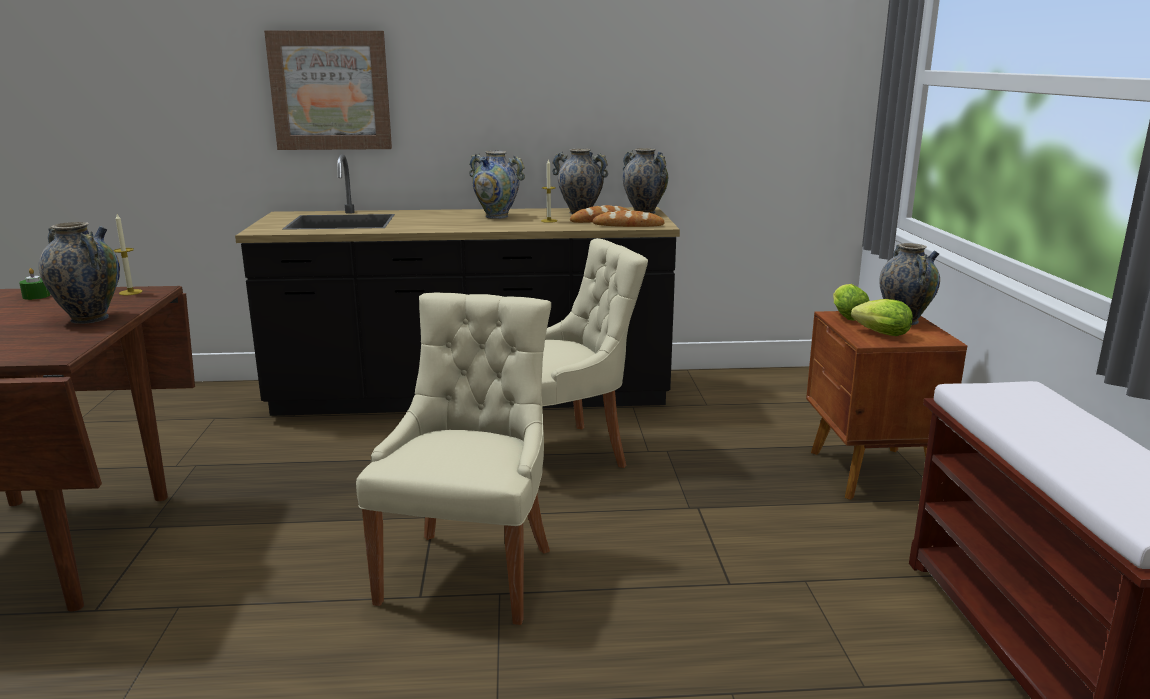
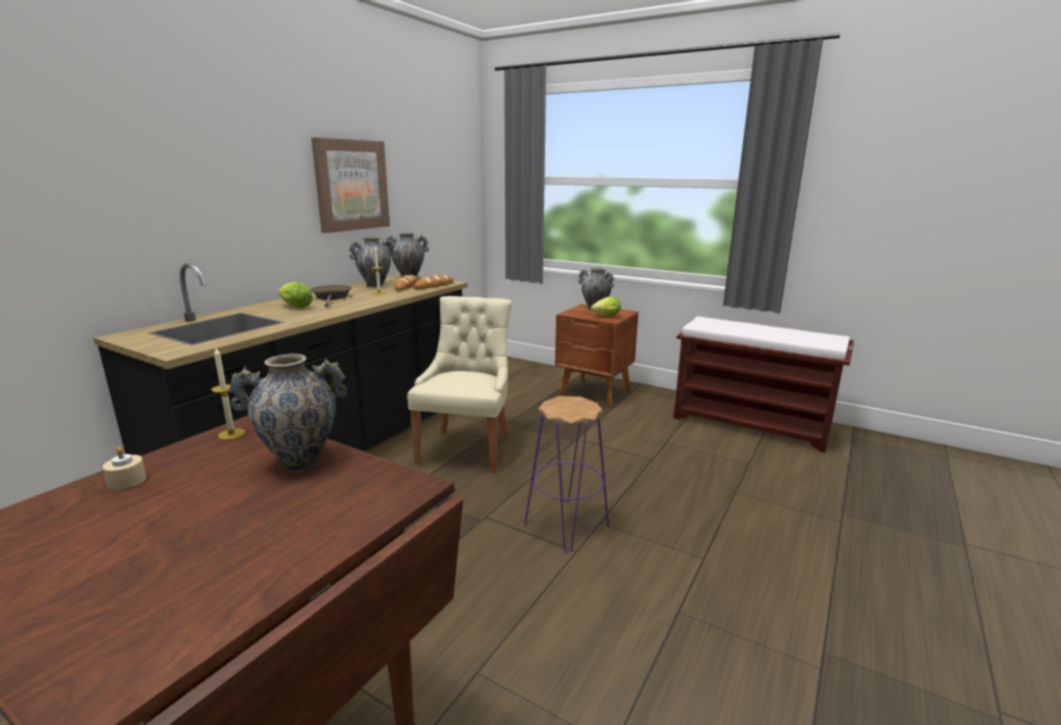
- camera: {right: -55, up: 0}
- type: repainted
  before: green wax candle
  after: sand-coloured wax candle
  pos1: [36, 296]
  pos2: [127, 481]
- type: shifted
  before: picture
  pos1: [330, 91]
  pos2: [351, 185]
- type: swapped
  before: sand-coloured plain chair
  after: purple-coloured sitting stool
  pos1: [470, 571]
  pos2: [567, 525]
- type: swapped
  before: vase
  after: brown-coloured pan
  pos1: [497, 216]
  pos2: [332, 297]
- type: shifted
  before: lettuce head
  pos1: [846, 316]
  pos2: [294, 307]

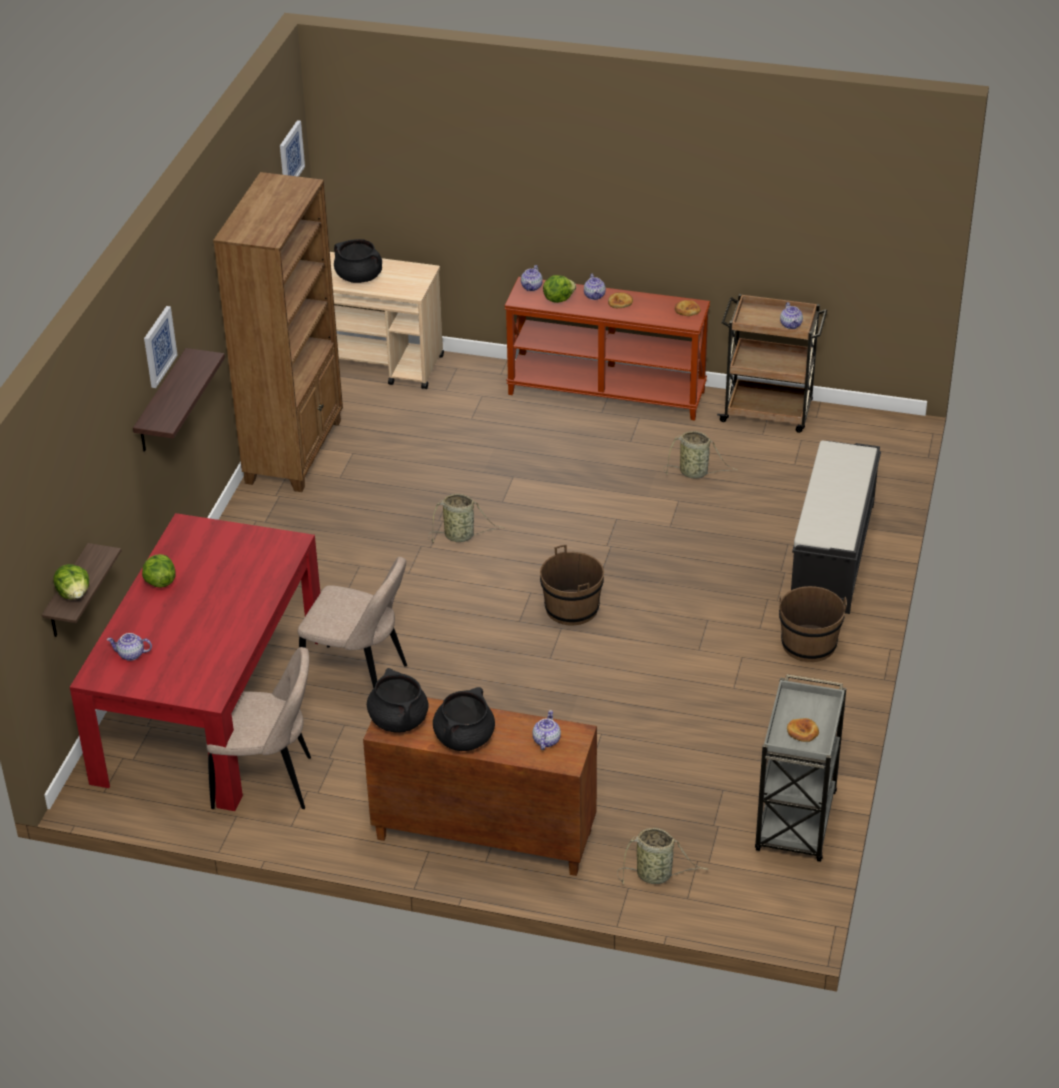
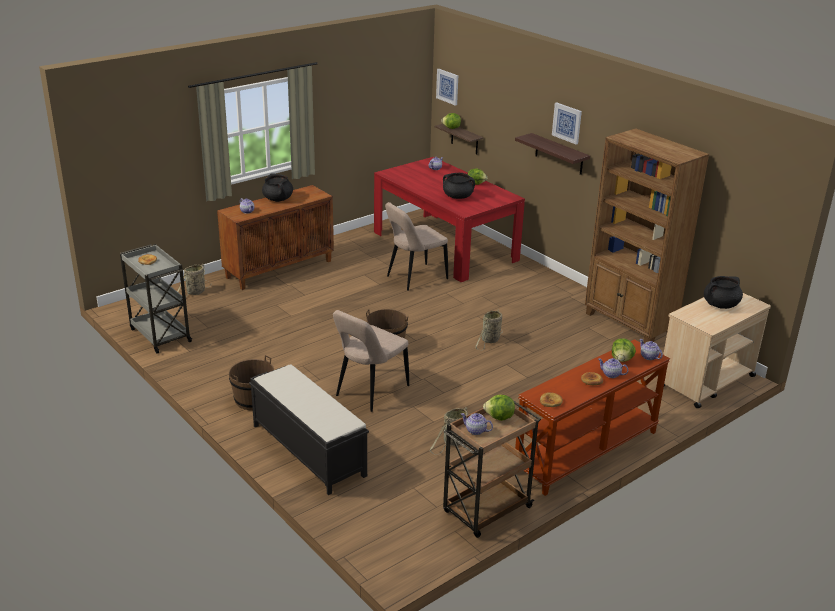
- camera: {right: 125, up: -10}
- type: shifted
  before: sand-coloured plain chair
  pos1: [267, 783]
  pos2: [370, 392]
- type: shifted
  before: picture
  pos1: [290, 156]
  pos2: [447, 86]
- type: shifted
  before: black cooking pot
  pos1: [398, 720]
  pos2: [458, 197]
- type: new
  after: lettuce head
  pos2: [499, 417]

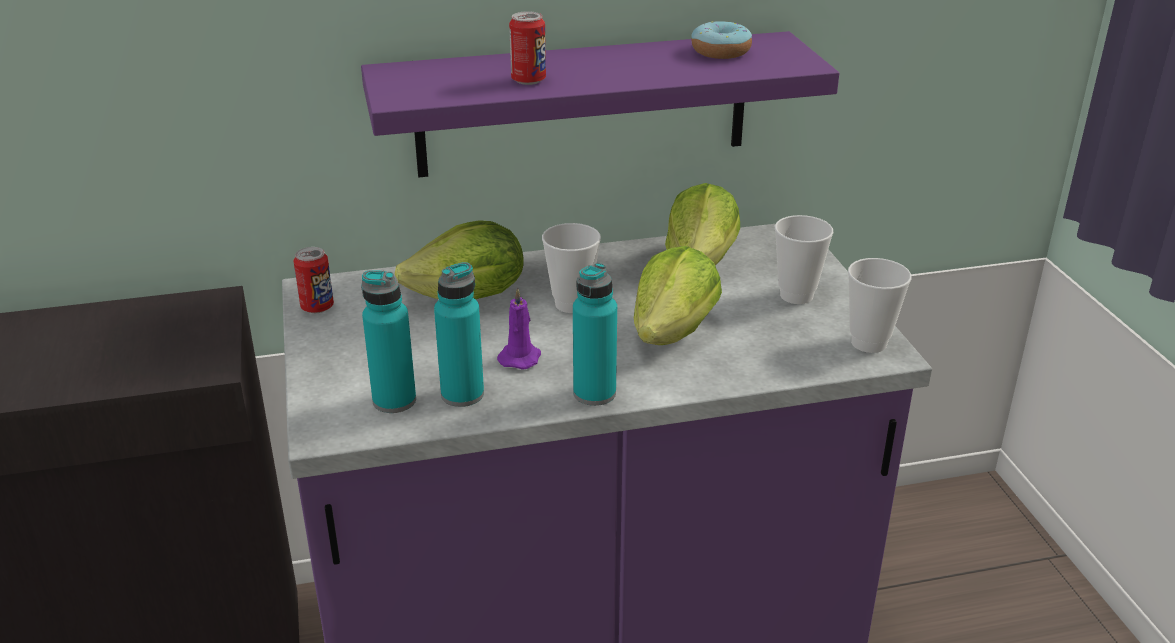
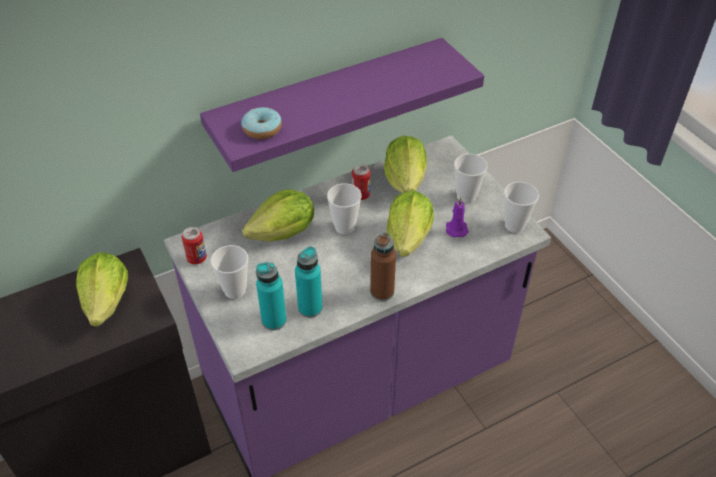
- camera: {right: -15, up: 15}
- type: shifted
  before: purple-coloured wax candle
  pos1: [520, 357]
  pos2: [456, 228]
- type: shifted
  before: can
  pos1: [528, 80]
  pos2: [360, 195]
- type: repainted
  before: blue-green drink bottle
  after: brown-coloured drink bottle
  pos1: [594, 393]
  pos2: [382, 292]
- type: shifted
  before: donut
  pos1: [720, 52]
  pos2: [262, 129]
- type: new
  after: lettuce head
  pos2: [107, 302]
- type: new
  after: cup
  pos2: [235, 290]

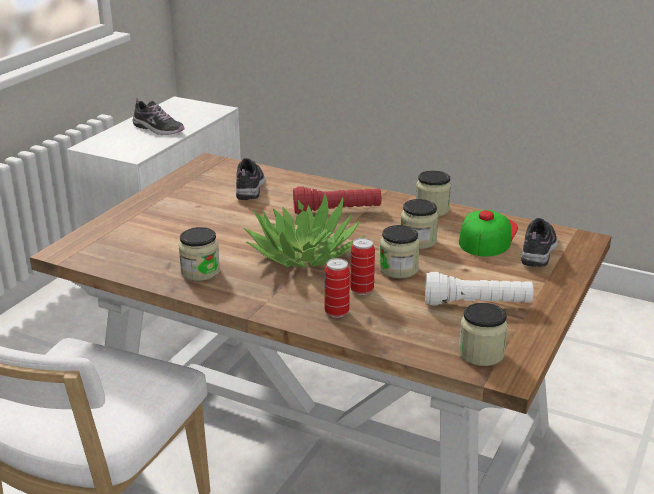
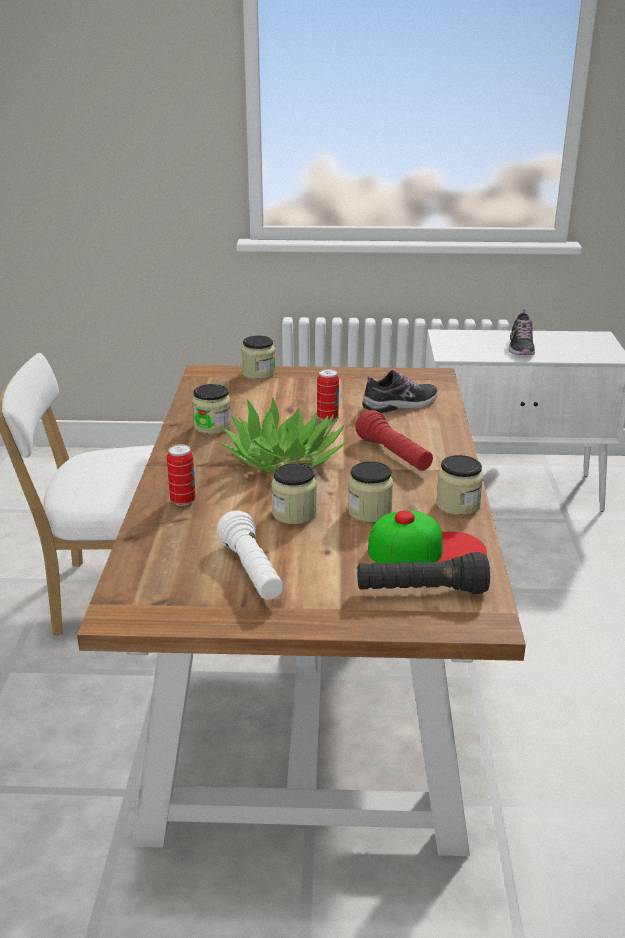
- camera: {right: 65, up: 0}
- type: shifted
  before: can
  pos1: [362, 290]
  pos2: [327, 418]
- type: shifted
  before: jar
  pos1: [481, 353]
  pos2: [258, 373]
- type: swapped
  before: item of footwear
  after: black hand torch
  pos1: [538, 250]
  pos2: [421, 591]

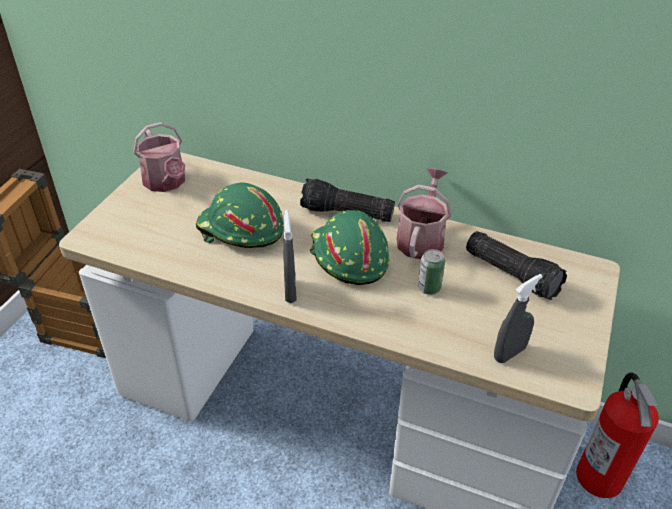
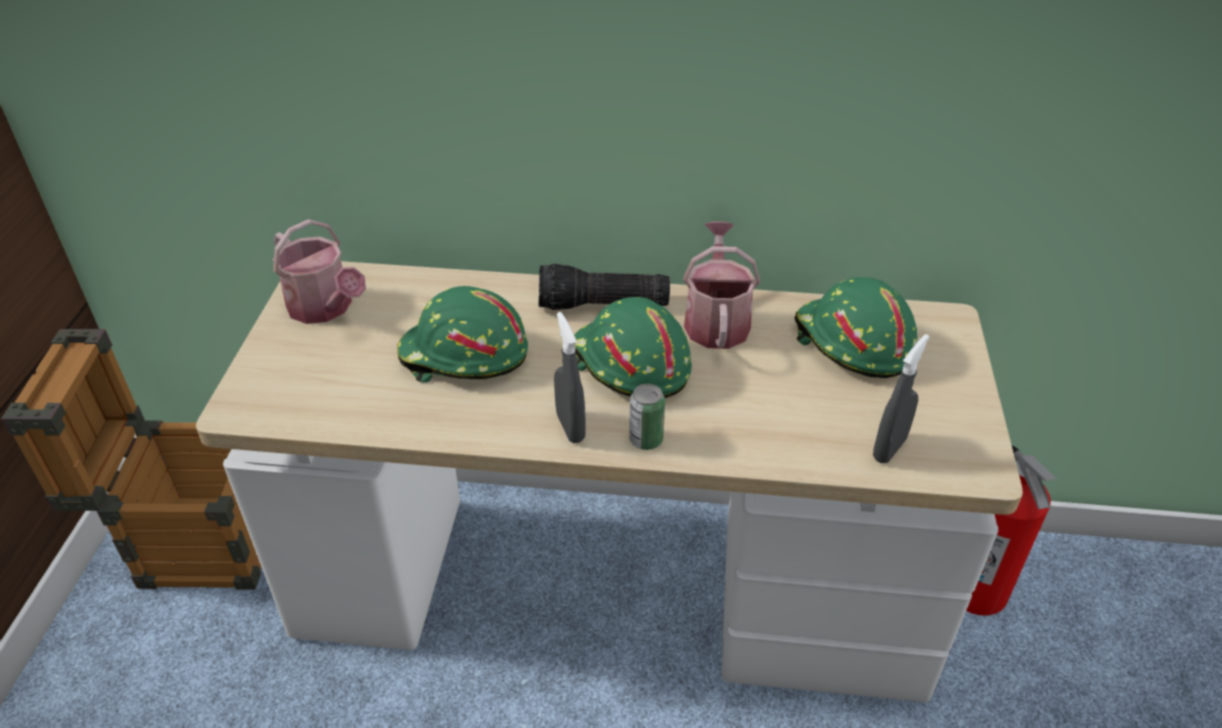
- camera: {right: -15, up: 0}
- type: shifted
  before: can
  pos1: [429, 288]
  pos2: [646, 440]
- type: swapped
  before: hand torch
  after: green safety helmet
  pos1: [513, 273]
  pos2: [851, 344]

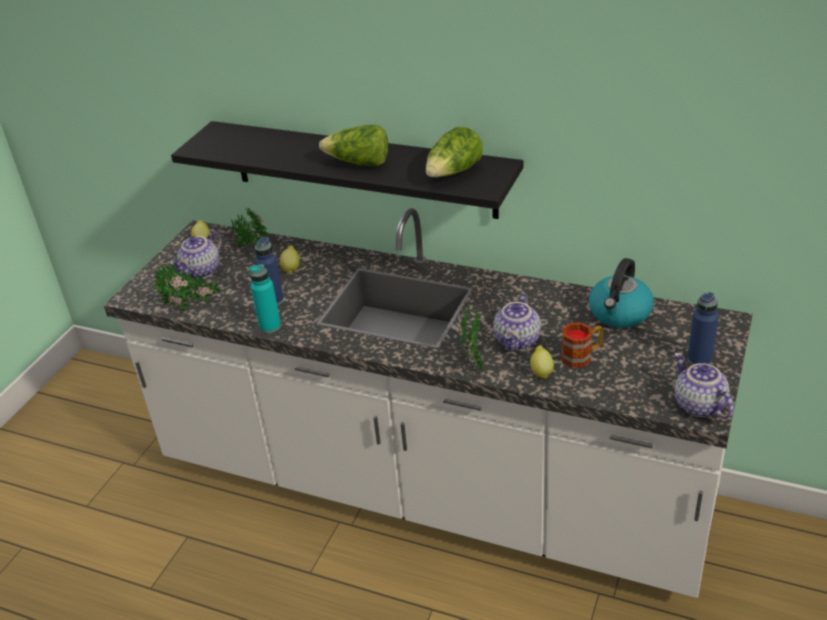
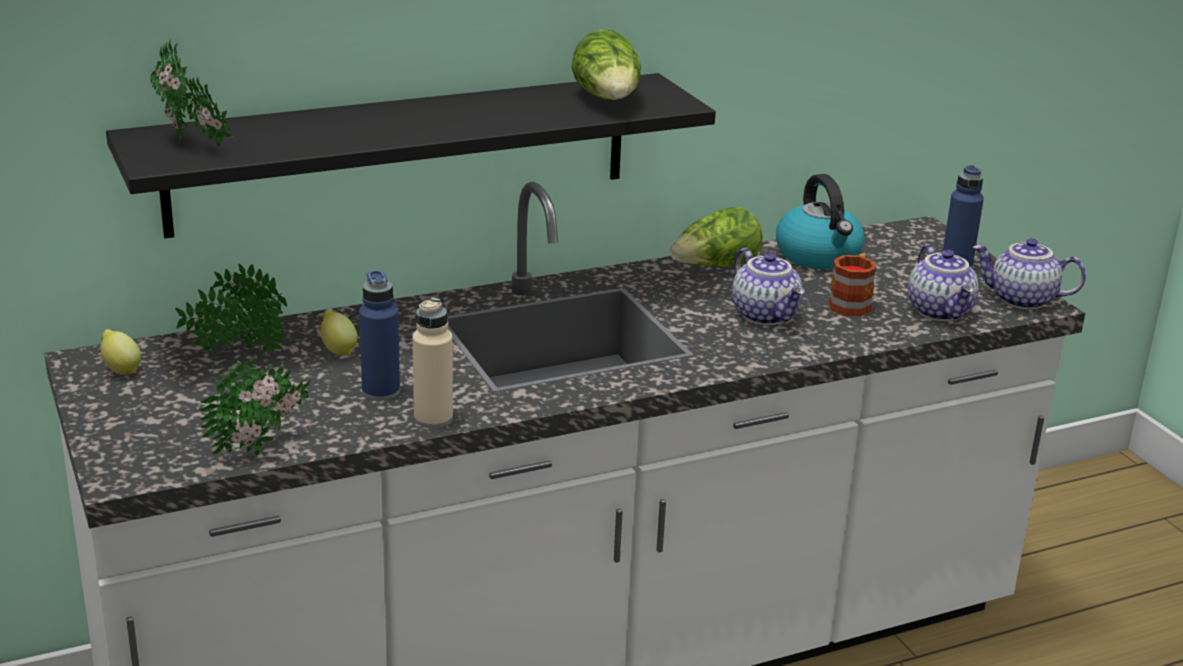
- camera: {right: -50, up: -10}
- type: shifted
  before: pot for tea
  pos1: [202, 271]
  pos2: [941, 312]
- type: repainted
  before: blue-green drink bottle
  after: sand-coloured drink bottle
  pos1: [270, 326]
  pos2: [433, 419]
- type: shifted
  before: lettuce head
  pos1: [359, 163]
  pos2: [715, 267]
- type: shifted
  before: houseplant
  pos1: [472, 362]
  pos2: [193, 145]
- type: gone
  before: whole lemon
  pos1: [541, 372]

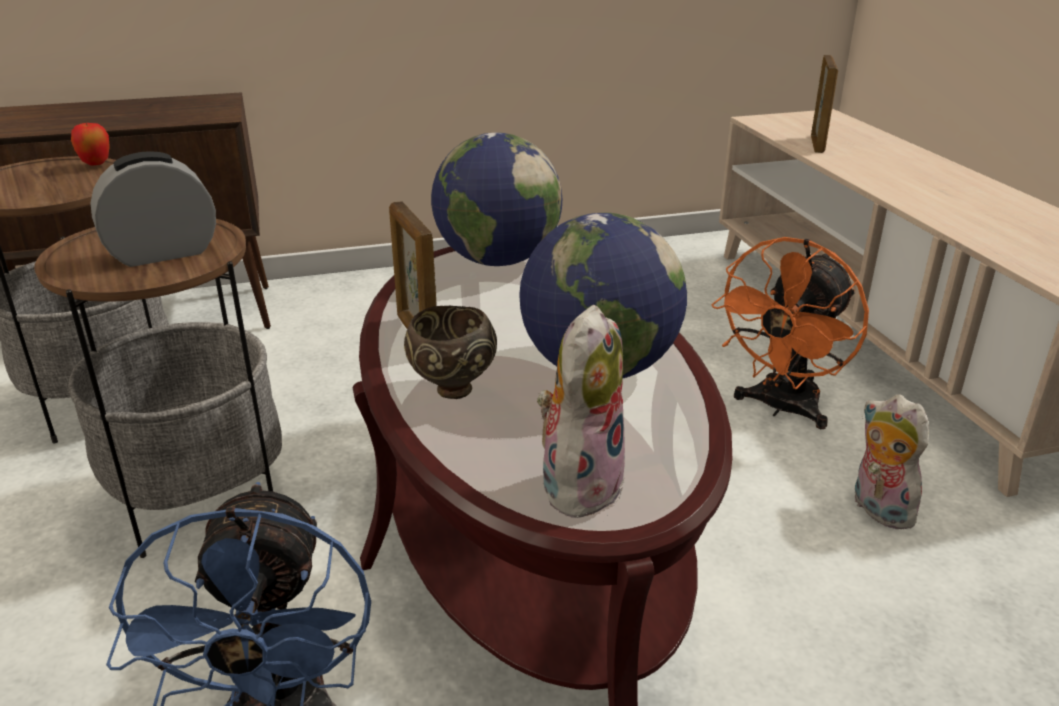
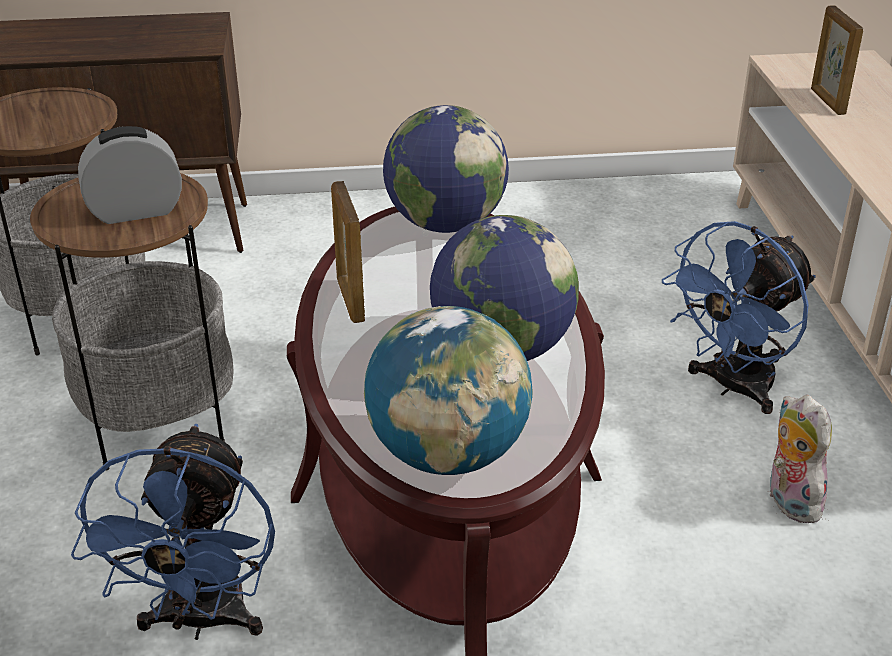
- camera: {right: 10, up: 5}
- type: gone
  before: whole apple
  pos1: [96, 164]
- type: gone
  before: brown-coloured bowl
  pos1: [451, 391]
- type: swapped
  before: soft toy
  after: world globe
  pos1: [579, 483]
  pos2: [448, 455]
- type: repainted
  before: orange fan
  after: blue fan
  pos1: [781, 408]
  pos2: [733, 387]
- type: rotated
  before: picture frame
  pos1: [817, 144]
  pos2: [827, 102]
  turn: 150

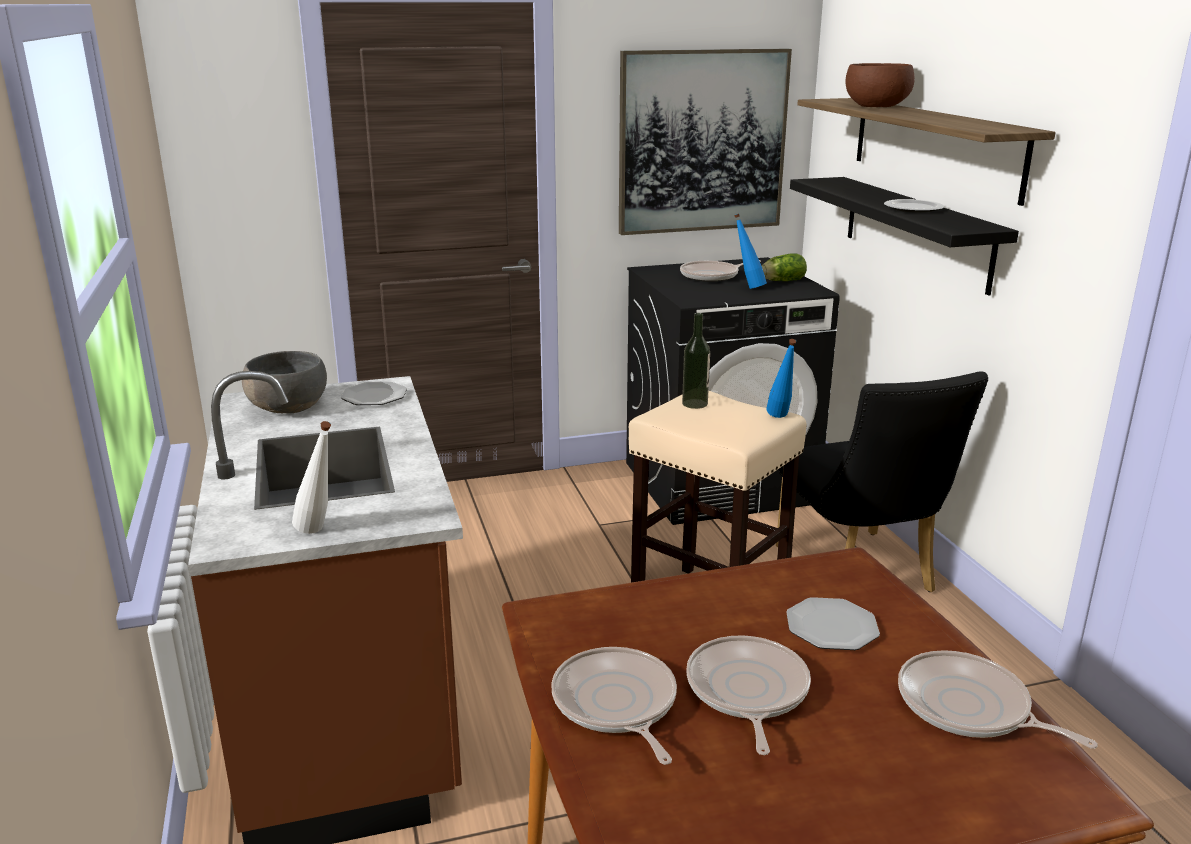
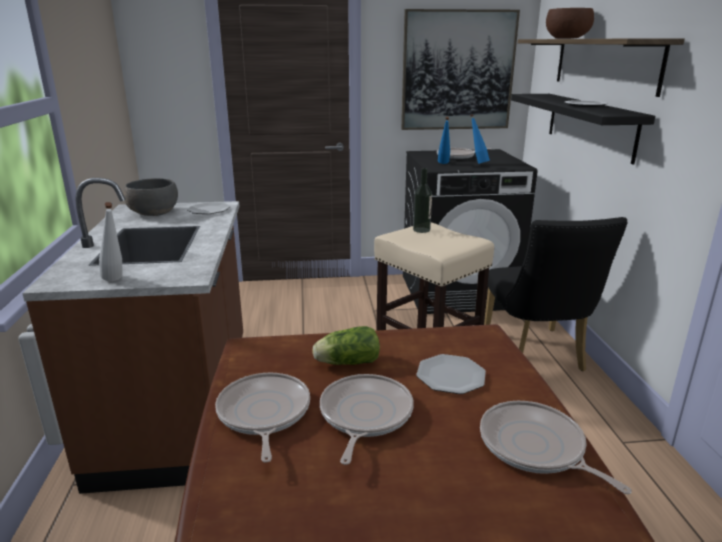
- camera: {right: 10, up: 0}
- type: shifted
  before: lettuce head
  pos1: [780, 281]
  pos2: [346, 362]
- type: shifted
  before: blue drink bottle
  pos1: [780, 418]
  pos2: [443, 164]

